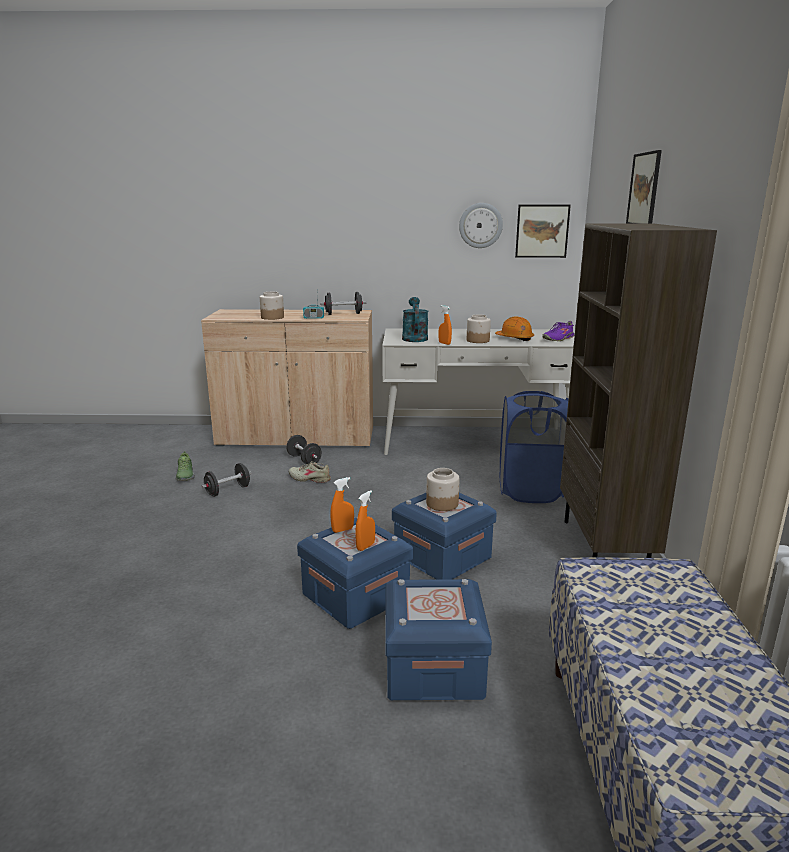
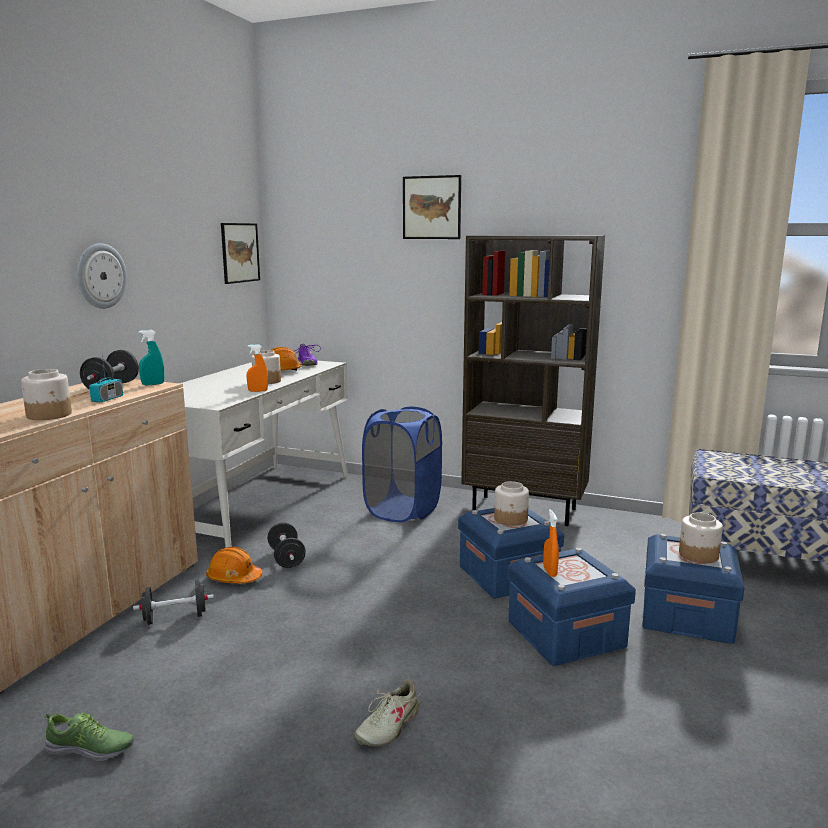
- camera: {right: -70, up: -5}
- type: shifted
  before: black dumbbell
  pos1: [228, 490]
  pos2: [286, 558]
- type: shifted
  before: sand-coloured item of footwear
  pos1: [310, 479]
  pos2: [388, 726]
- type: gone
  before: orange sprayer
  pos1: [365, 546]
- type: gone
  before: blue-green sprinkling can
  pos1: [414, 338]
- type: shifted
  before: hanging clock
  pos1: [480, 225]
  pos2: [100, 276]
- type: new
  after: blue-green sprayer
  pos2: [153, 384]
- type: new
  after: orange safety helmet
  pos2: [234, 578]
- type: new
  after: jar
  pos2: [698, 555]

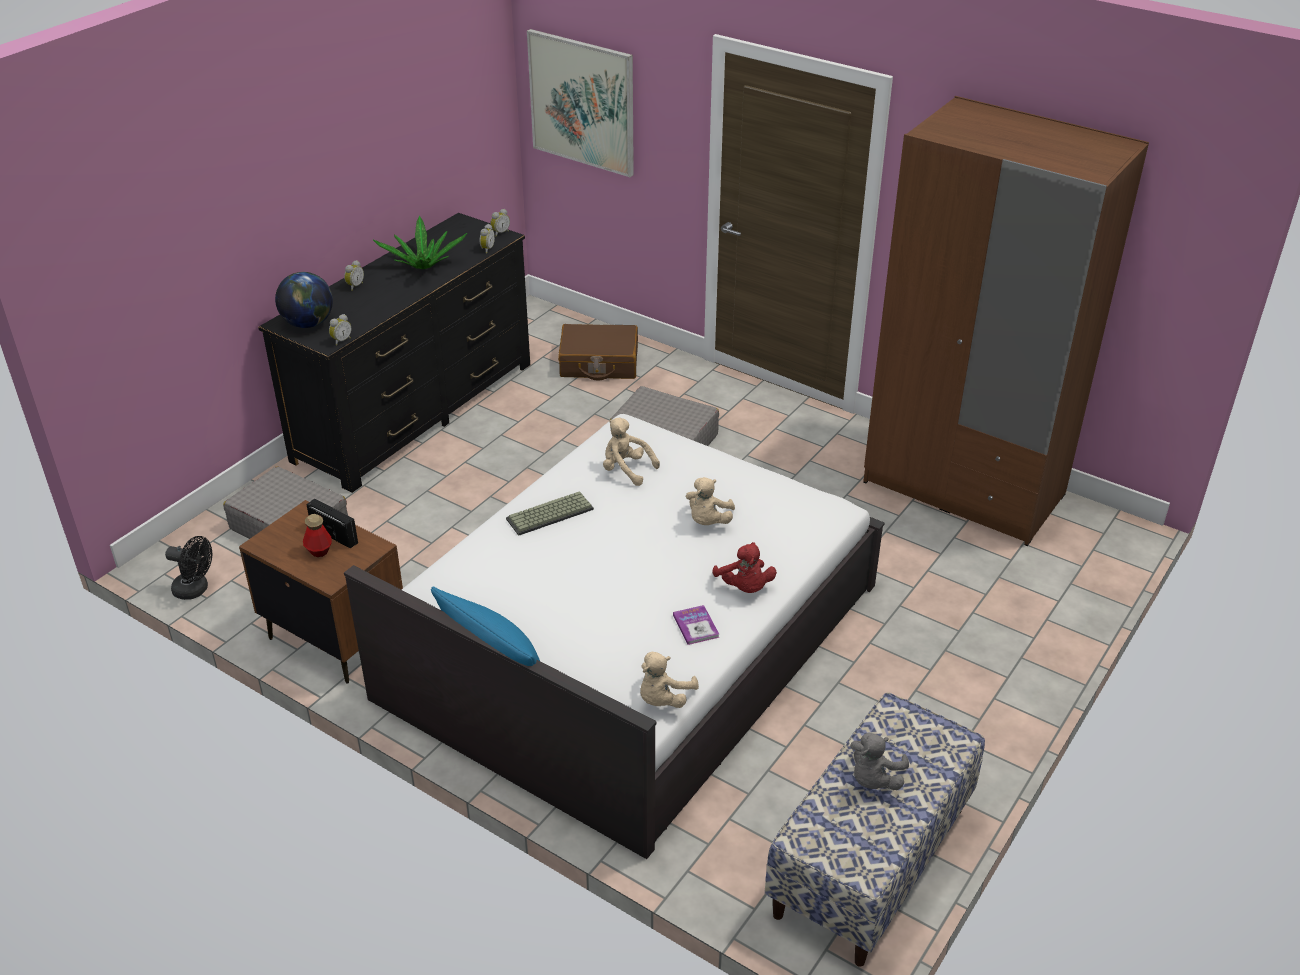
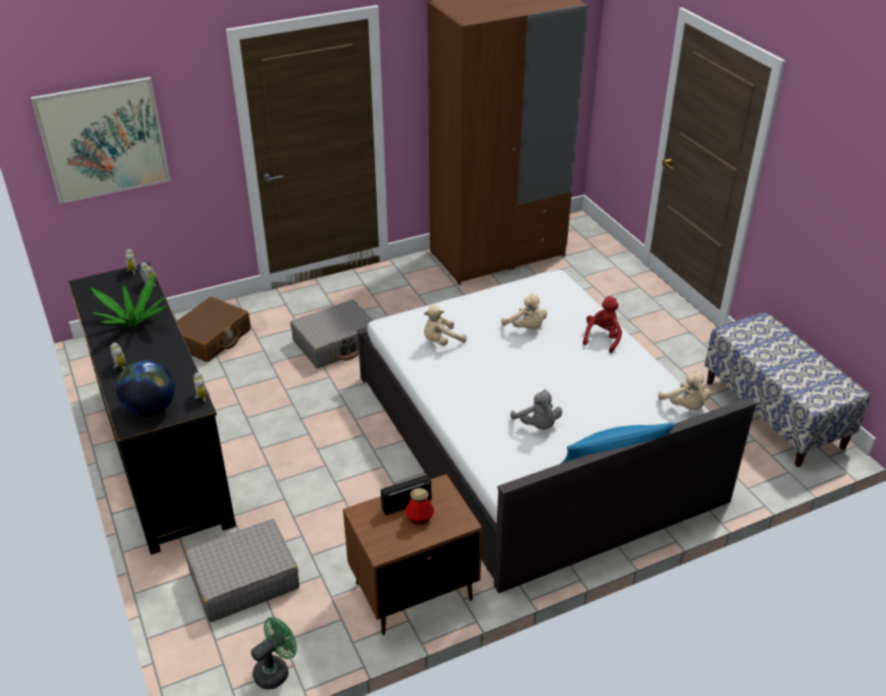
- camera: {right: -60, up: 0}
- type: repainted
  before: black fan
  after: green fan
  pos1: [196, 590]
  pos2: [276, 670]
- type: gone
  before: computer keyboard
  pos1: [549, 515]
- type: gone
  before: bound book
  pos1: [695, 626]
- type: rotated
  before: red-coloured soft toy
  pos1: [744, 588]
  pos2: [602, 338]
  turn: -75
- type: shifted
  before: greyish soft toy
  pos1: [874, 779]
  pos2: [537, 425]

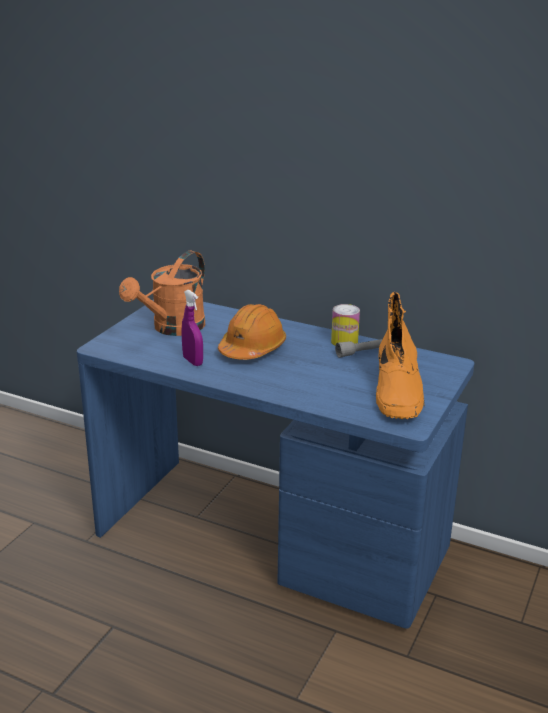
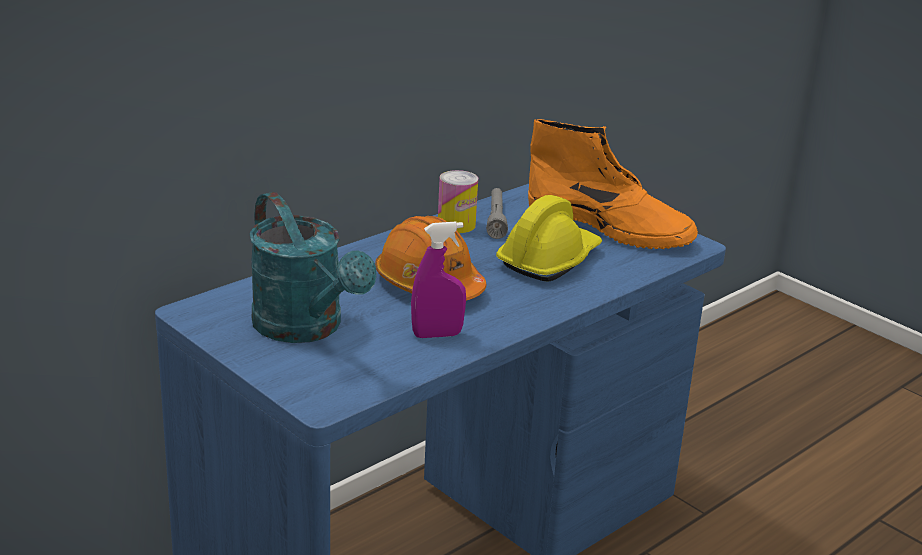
- camera: {right: -70, up: 0}
- type: repainted
  before: orange sprinkling can
  after: blue-green sprinkling can
  pos1: [172, 328]
  pos2: [306, 328]
- type: new
  after: yellow-coloured safety helmet
  pos2: [549, 260]

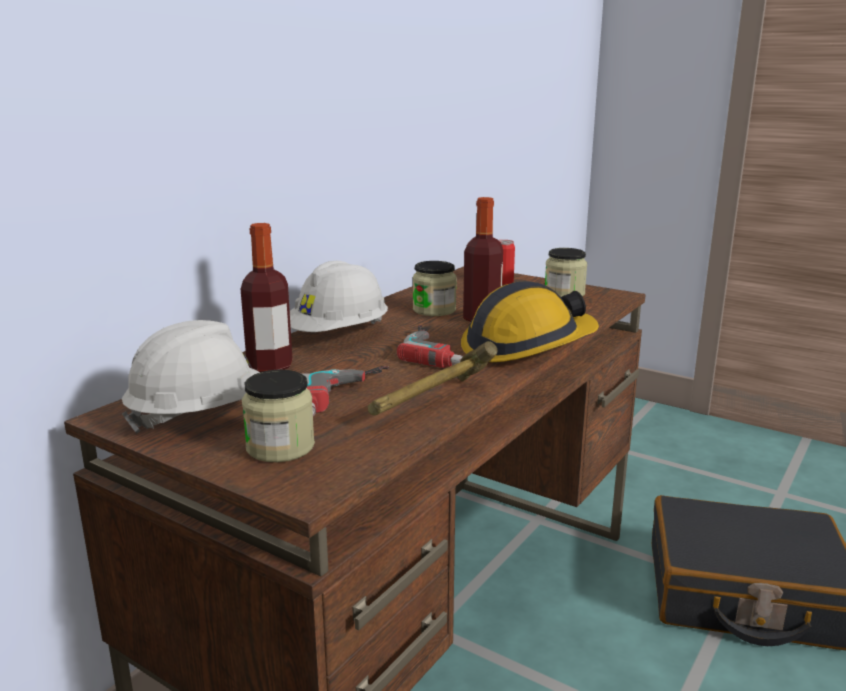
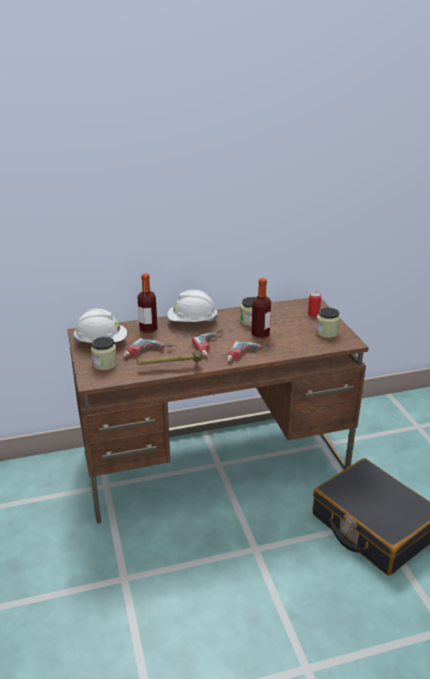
- camera: {right: 40, up: 10}
- type: swapped
  before: safety helmet
  after: drill
  pos1: [526, 347]
  pos2: [249, 356]

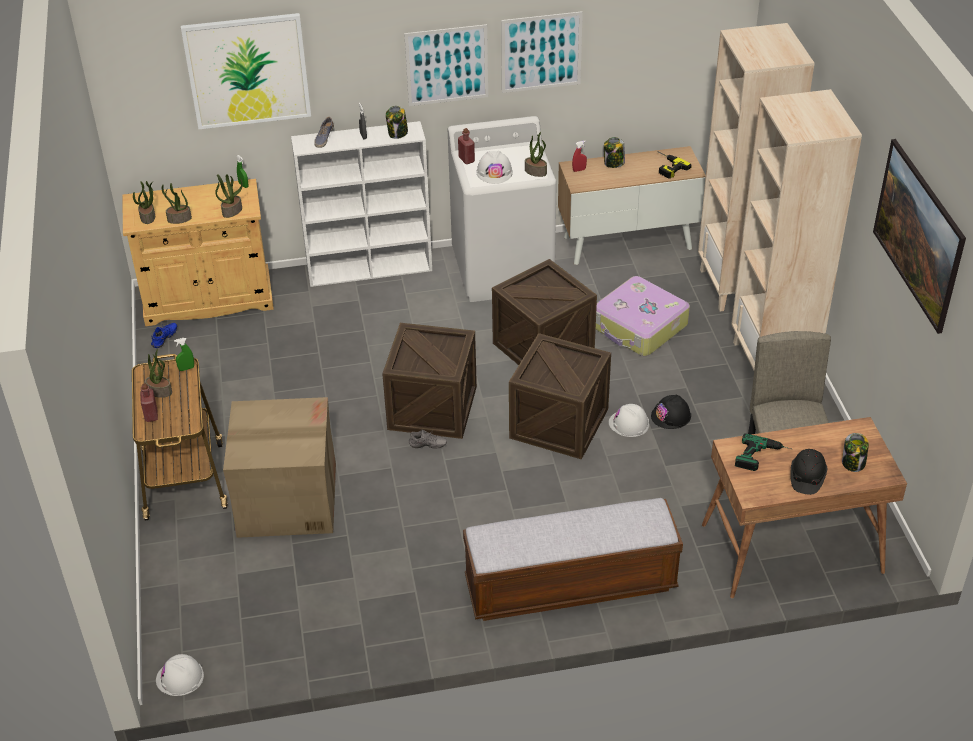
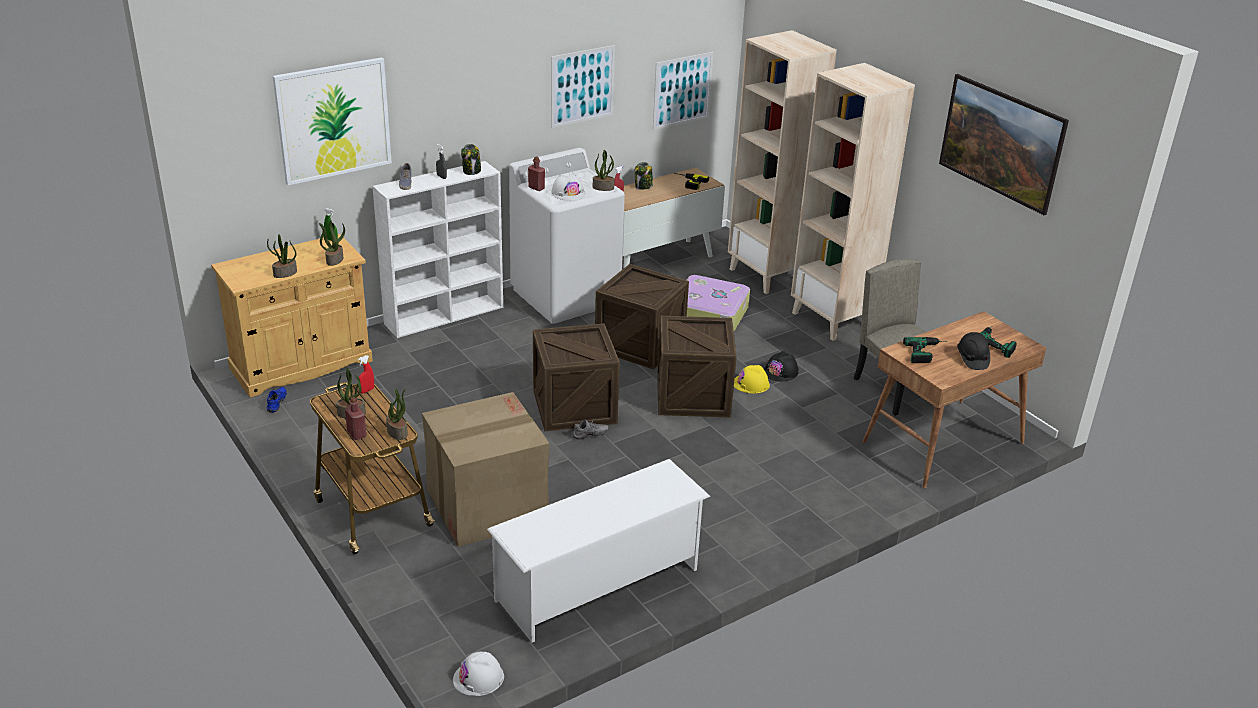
- camera: {right: -25, up: -10}
- type: shifted
  before: houseplant
  pos1: [148, 217]
  pos2: [398, 432]
- type: repainted
  before: green sprayer
  after: red-coloured sprayer
  pos1: [186, 368]
  pos2: [367, 390]
- type: shifted
  before: picture
  pos1: [447, 65]
  pos2: [682, 90]
- type: gone
  before: indoor bench
  pos1: [570, 585]
- type: repainted
  before: whitish safety helmet
  after: yellow-coloured safety helmet
  pos1: [628, 424]
  pos2: [751, 384]
- type: swapped
  before: jar
  after: drill
  pos1: [853, 463]
  pos2: [997, 342]
- type: new
  after: whitish shoe shelf
  pos2: [598, 585]

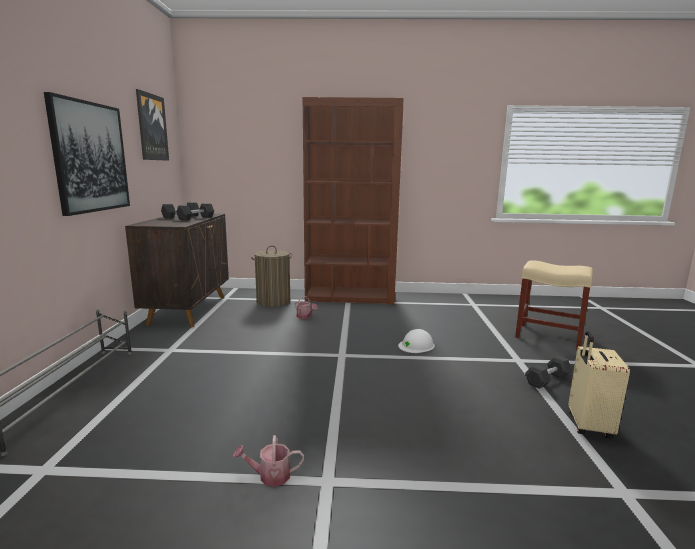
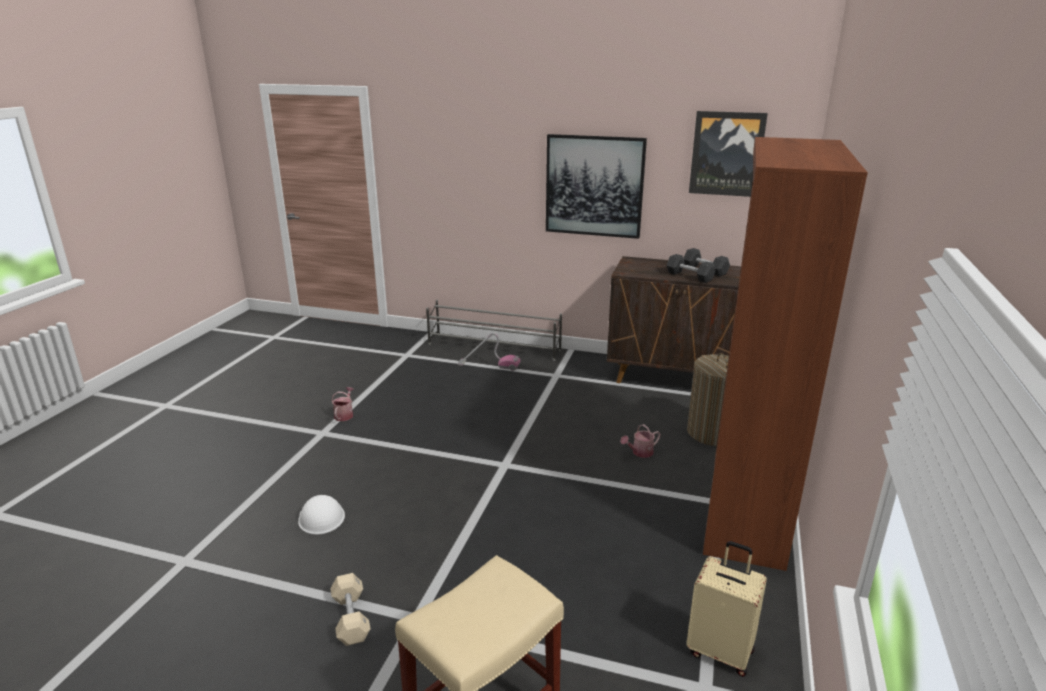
- camera: {right: 105, up: 10}
- type: shifted
  before: whitish safety helmet
  pos1: [416, 345]
  pos2: [321, 517]
- type: repainted
  before: black dumbbell
  after: sand-coloured dumbbell
  pos1: [547, 380]
  pos2: [351, 618]
- type: shifted
  before: sand-coloured suitcase
  pos1: [587, 426]
  pos2: [720, 651]
- type: new
  after: hoover
  pos2: [488, 365]

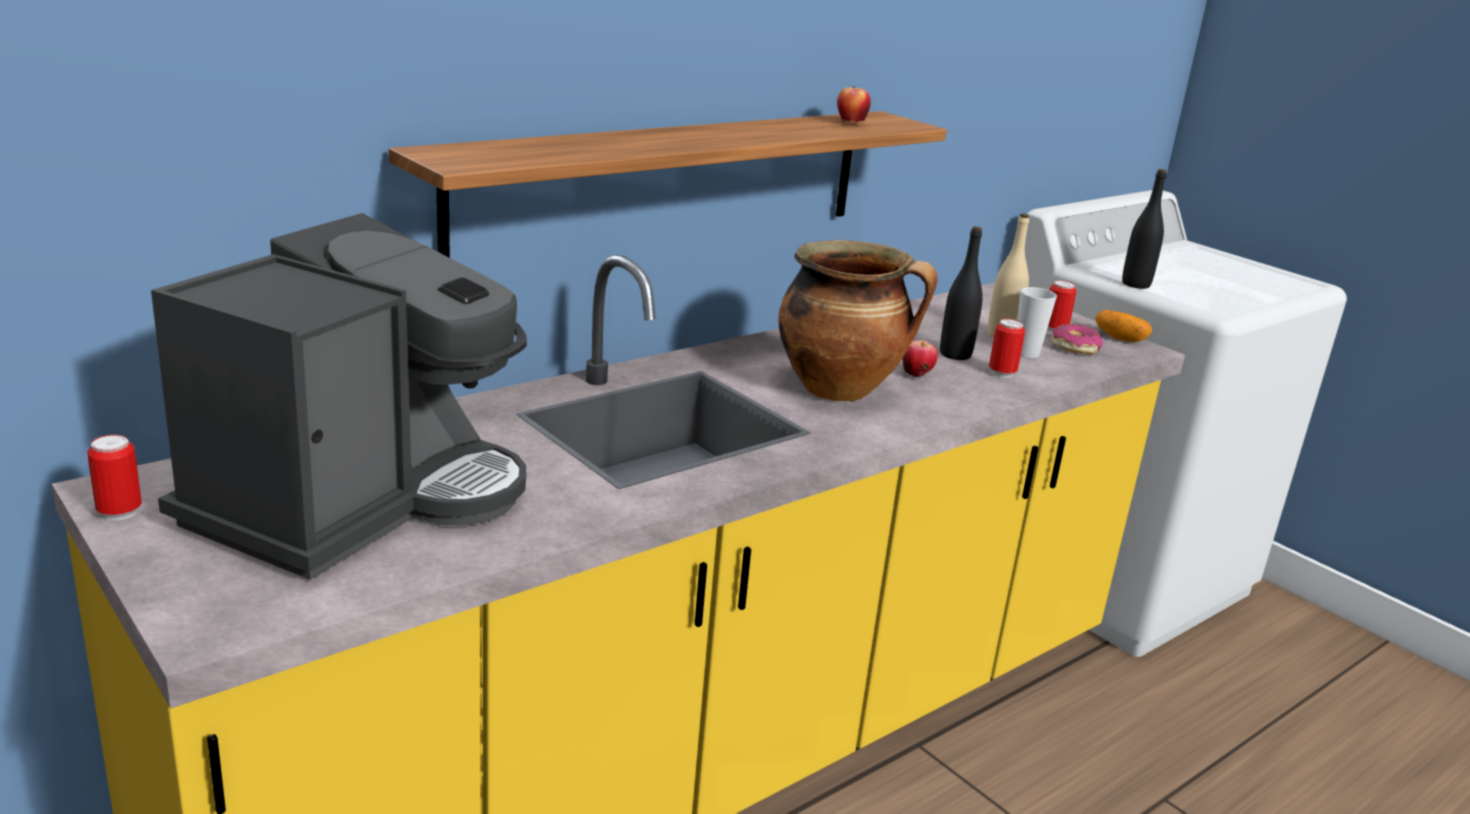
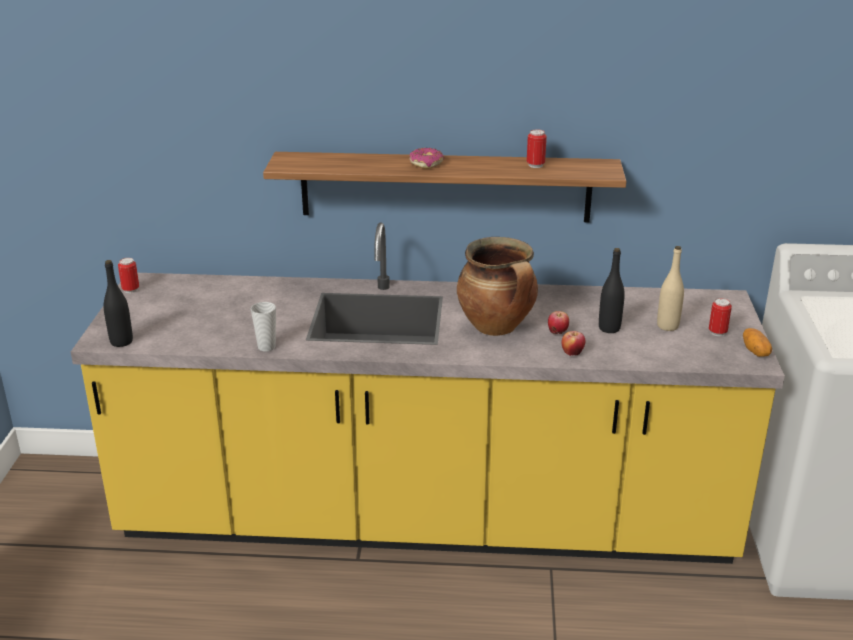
- camera: {right: 45, up: 5}
- type: gone
  before: coffee maker
  pos1: [358, 500]
- type: shifted
  before: whole apple
  pos1: [851, 123]
  pos2: [572, 353]
- type: shifted
  before: can
  pos1: [1002, 373]
  pos2: [535, 165]
- type: shifted
  before: cup
  pos1: [1026, 354]
  pos2: [266, 347]
- type: shifted
  before: donut
  pos1: [1074, 347]
  pos2: [426, 163]
- type: shifted
  before: black drink bottle
  pos1: [1136, 284]
  pos2: [121, 342]

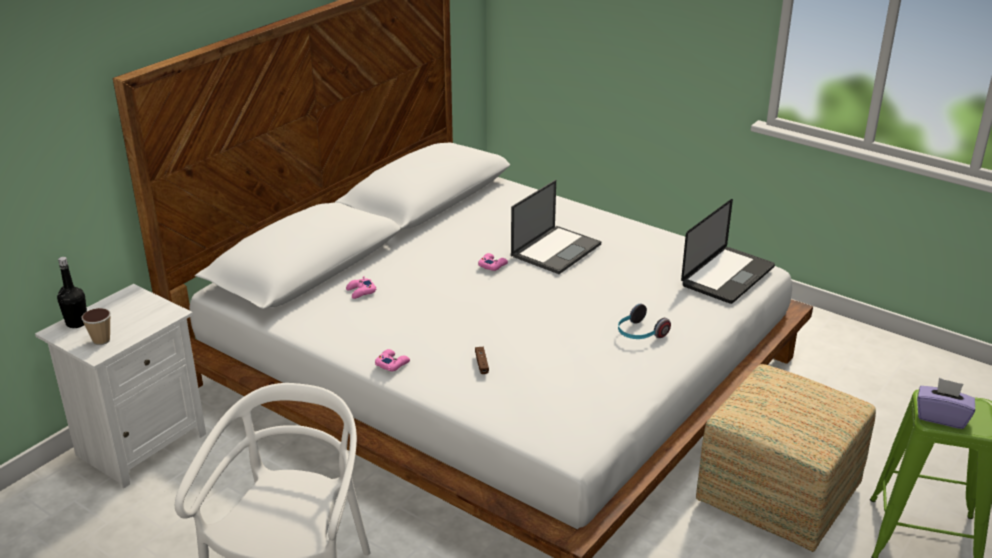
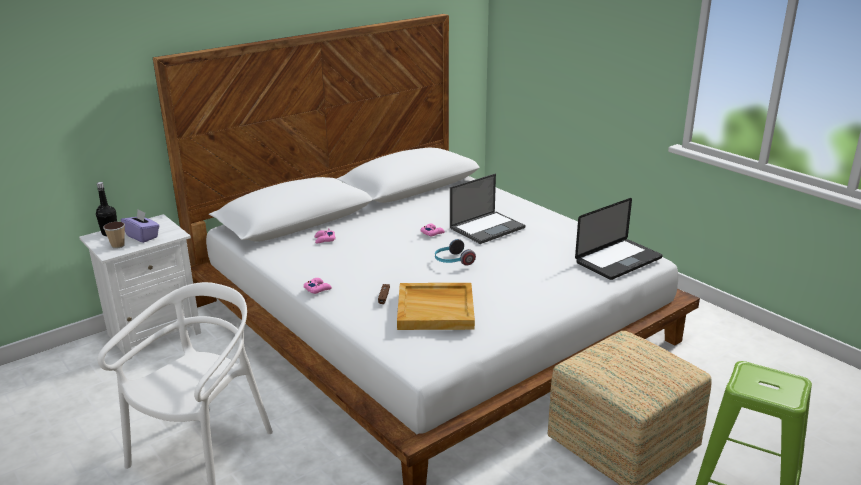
- camera: {right: 15, up: -5}
- type: shifted
  before: headphones
  pos1: [639, 334]
  pos2: [452, 261]
- type: shifted
  before: purple-coloured tissue holder
  pos1: [941, 417]
  pos2: [142, 236]
- type: new
  after: sand-coloured tray
  pos2: [436, 309]

